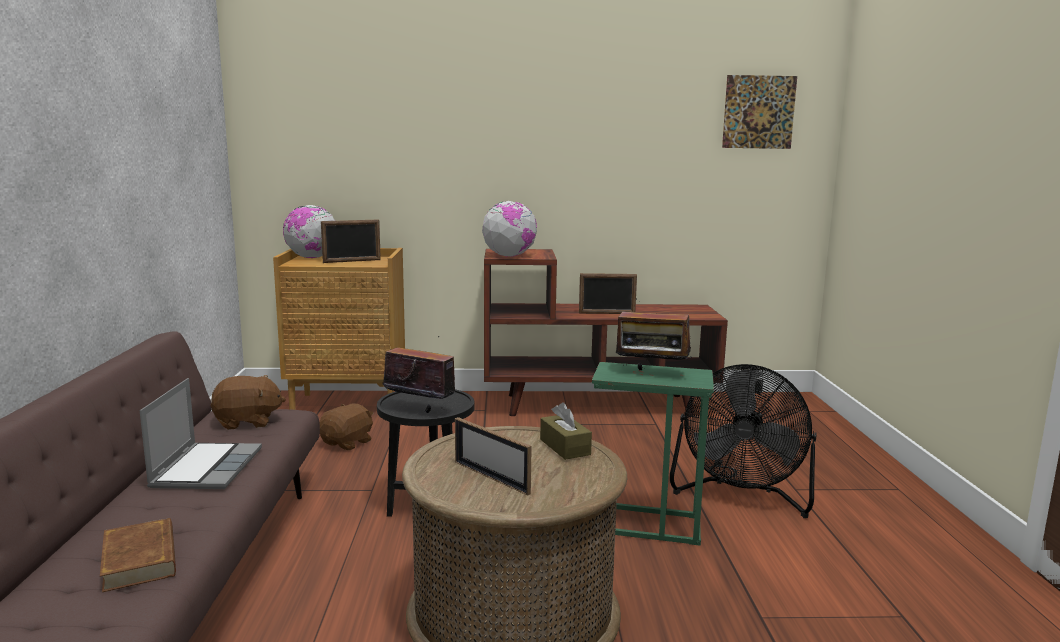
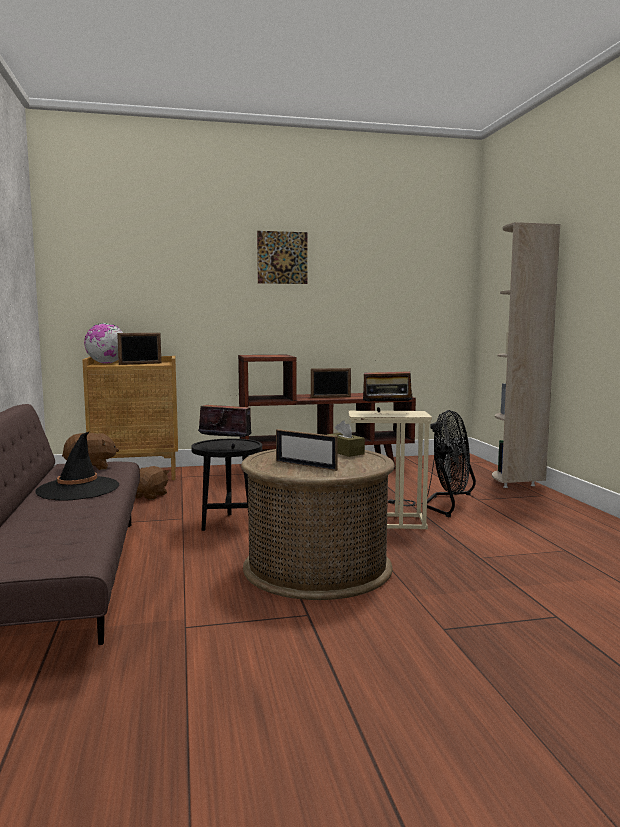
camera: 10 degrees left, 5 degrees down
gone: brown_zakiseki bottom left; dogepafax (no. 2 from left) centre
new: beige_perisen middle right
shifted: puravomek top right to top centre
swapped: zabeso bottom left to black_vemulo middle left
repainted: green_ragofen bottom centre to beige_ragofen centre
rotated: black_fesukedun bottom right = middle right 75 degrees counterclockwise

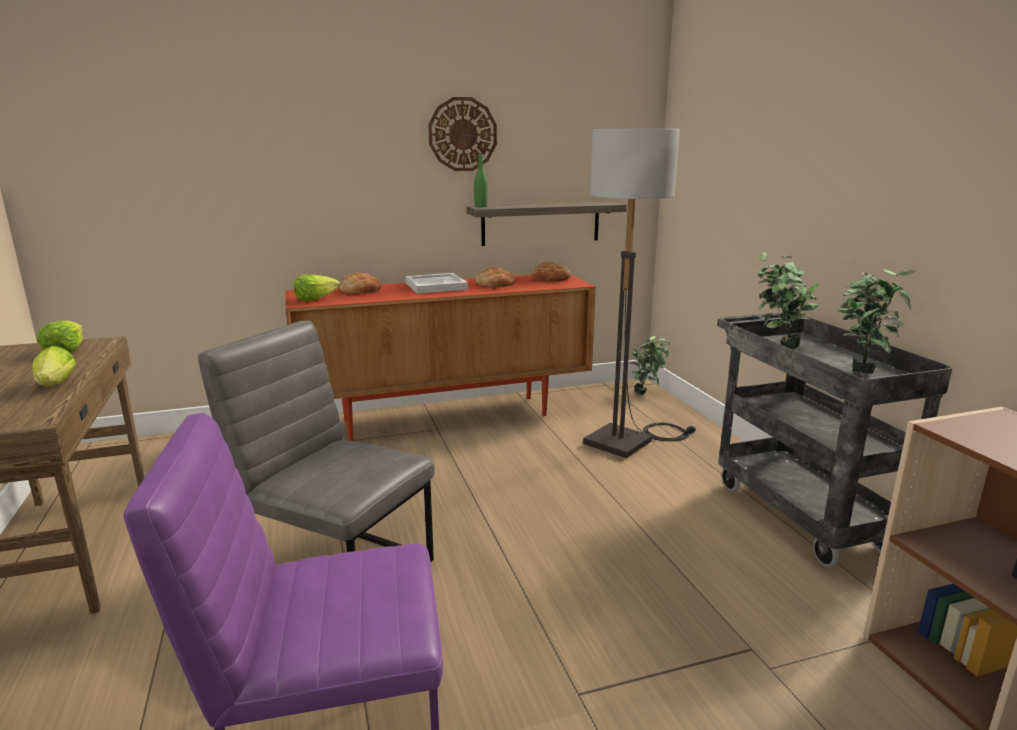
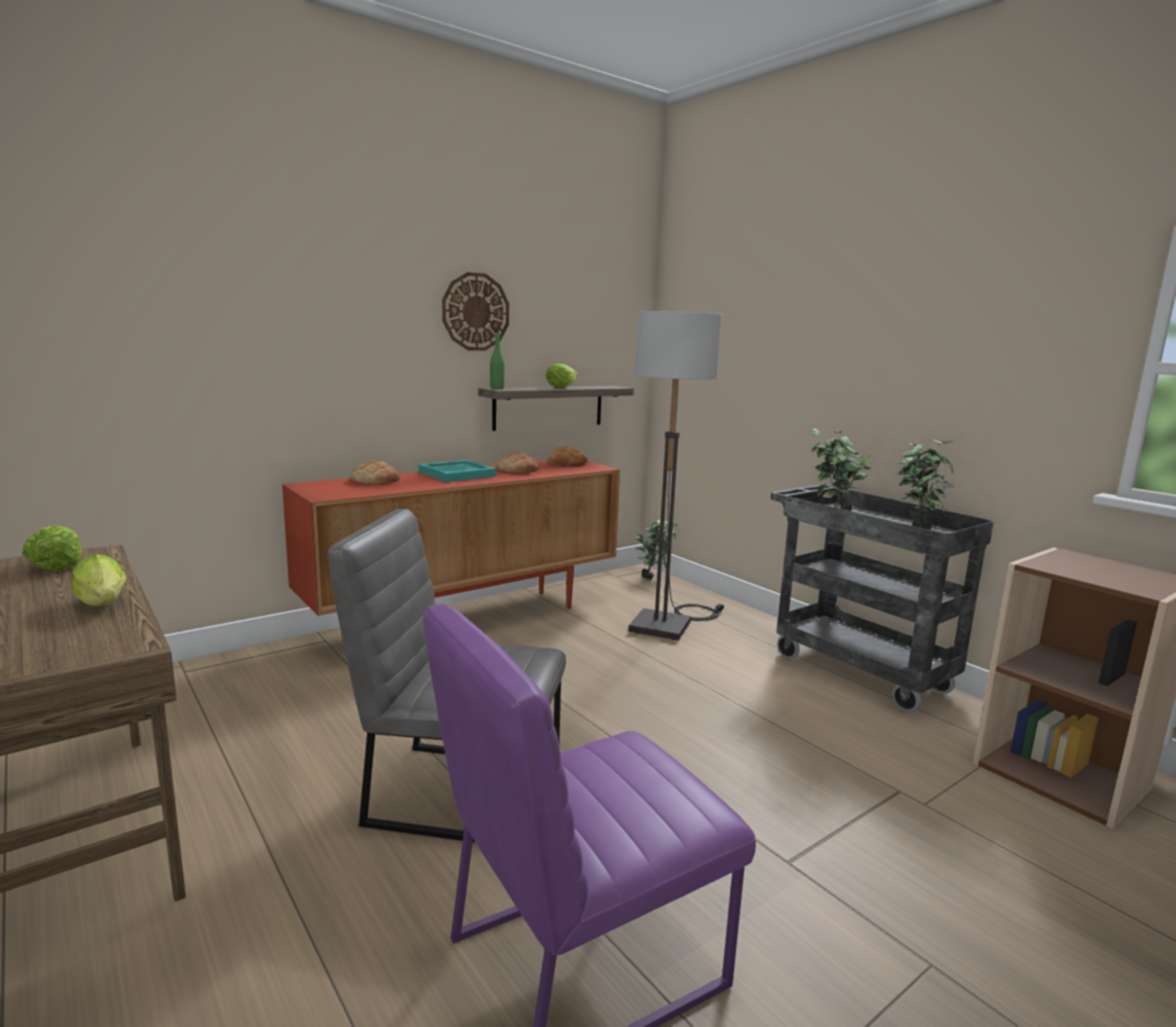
camera: 20 degrees left, 5 degrees down
shifted: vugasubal (no. 3 from left) middle left to centre
repainted: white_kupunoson centre to turquoise_kupunoson centre

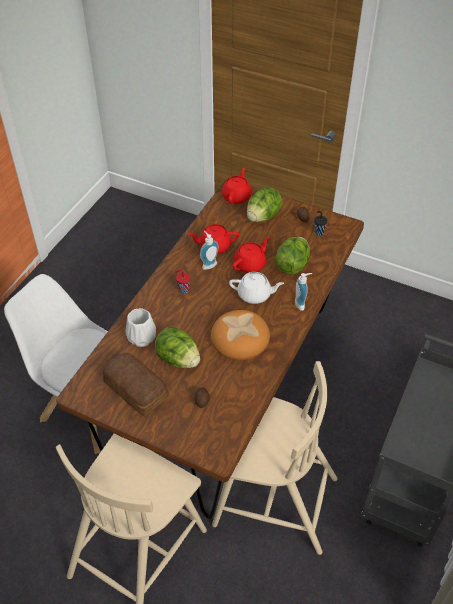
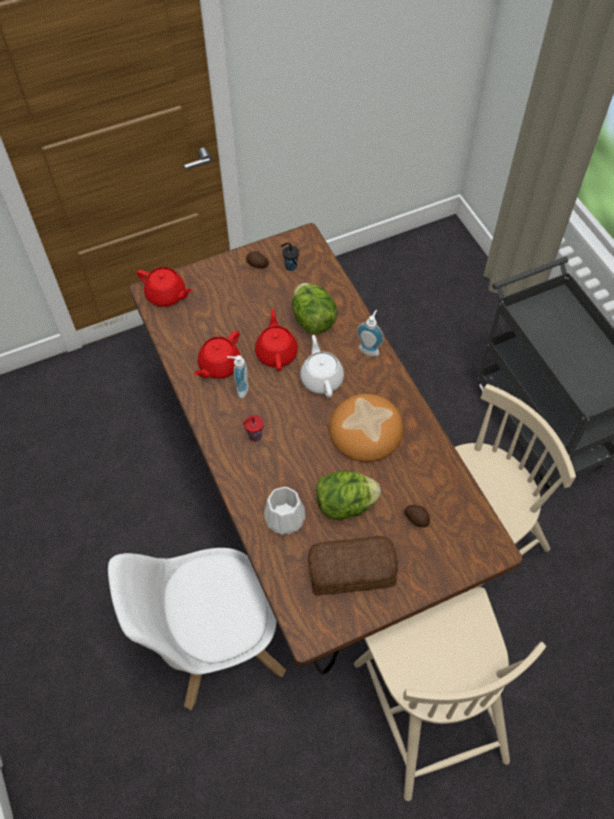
camera: 50 degrees left, 10 degrees up
gone: vugasubal (no. 2 from left) centre
rotated: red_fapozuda (no. 2 from left in the first image) top centre = middle left 150 degrees clockwise; white_fapozuda centre = centre 60 degrees counterclockwise

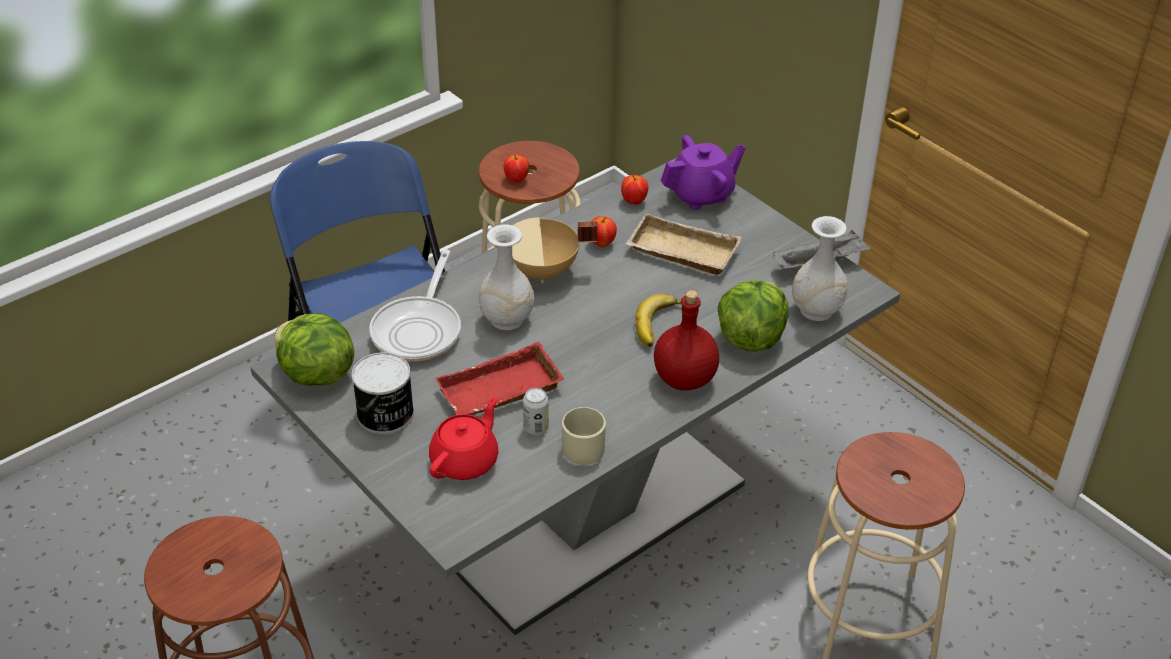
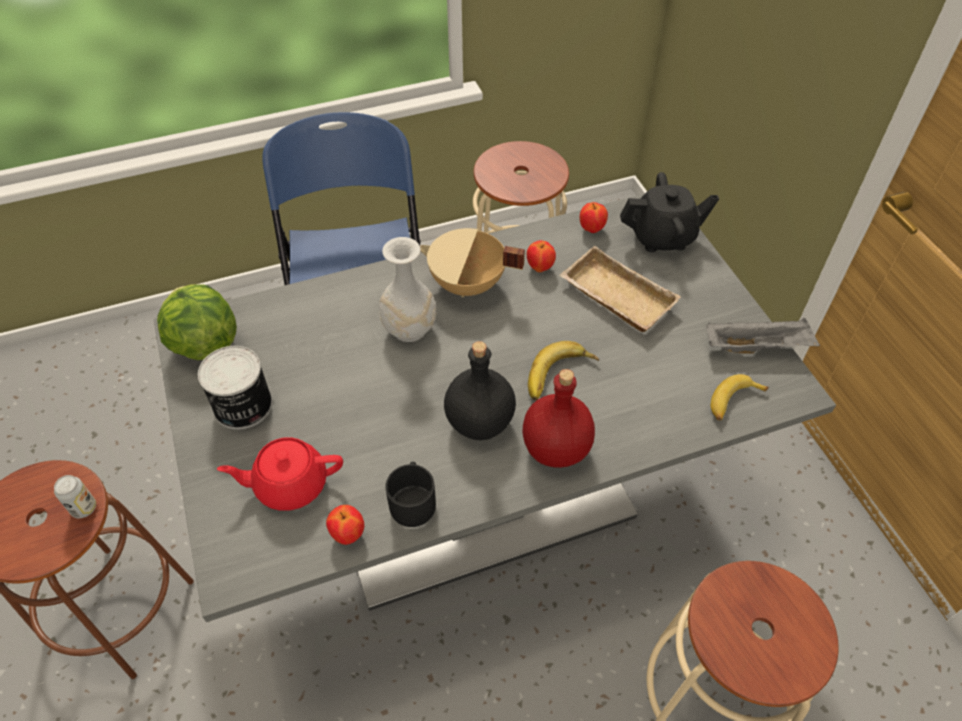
camera: 20 degrees right, 10 degrees up
gone: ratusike centre; red_kupunoson centre; vugasubal (no. 2 from left) centre
new: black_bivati centre
shifted: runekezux (no. 1 from left) top centre to bottom centre; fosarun (no. 2 from left in the first image) centre to fosarun (no. 1 from left) bottom left
swapped: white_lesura (no. 2 from left) middle right to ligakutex (no. 2 from left) middle right
repainted: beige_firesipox centre to black_firesipox bottom centre; purple_fapozuda top centre to black_fapozuda top right
rotated: red_fapozuda centre = middle left 150 degrees counterclockwise

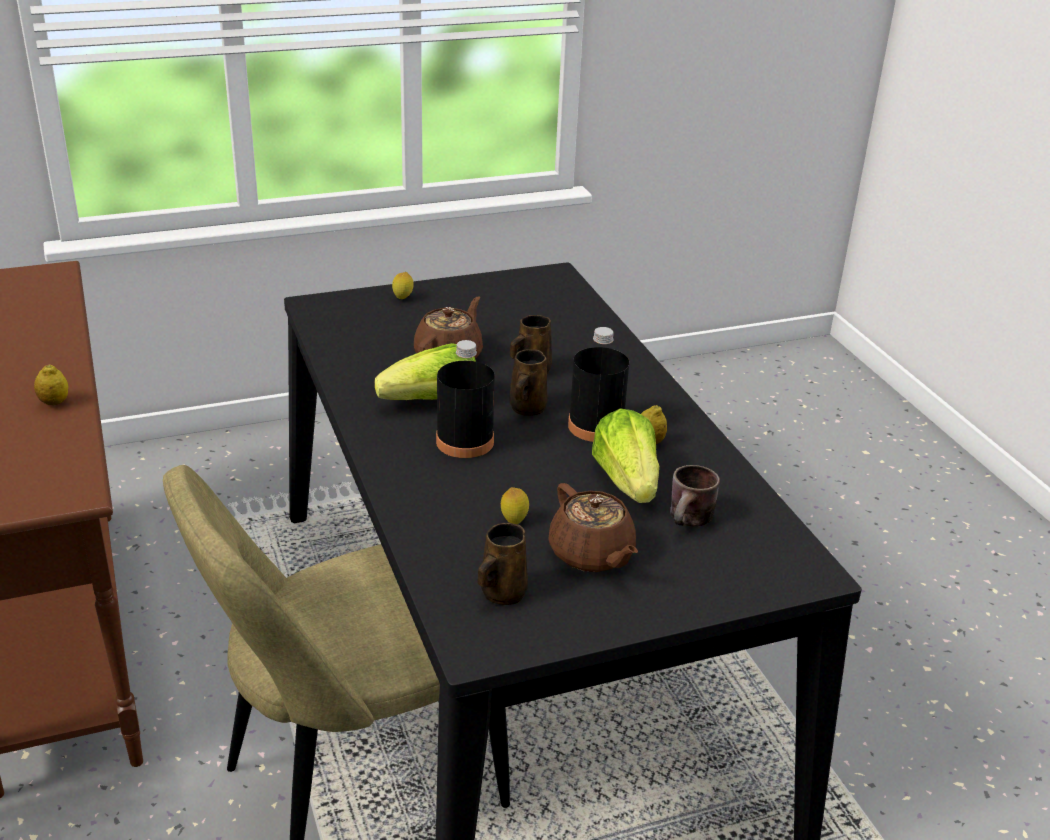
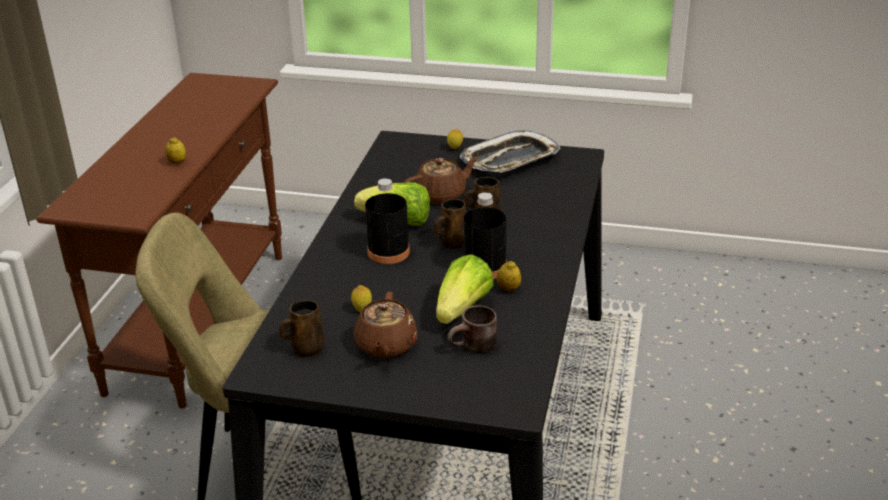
camera: 35 degrees right, 0 degrees up
new: kupunoson top centre

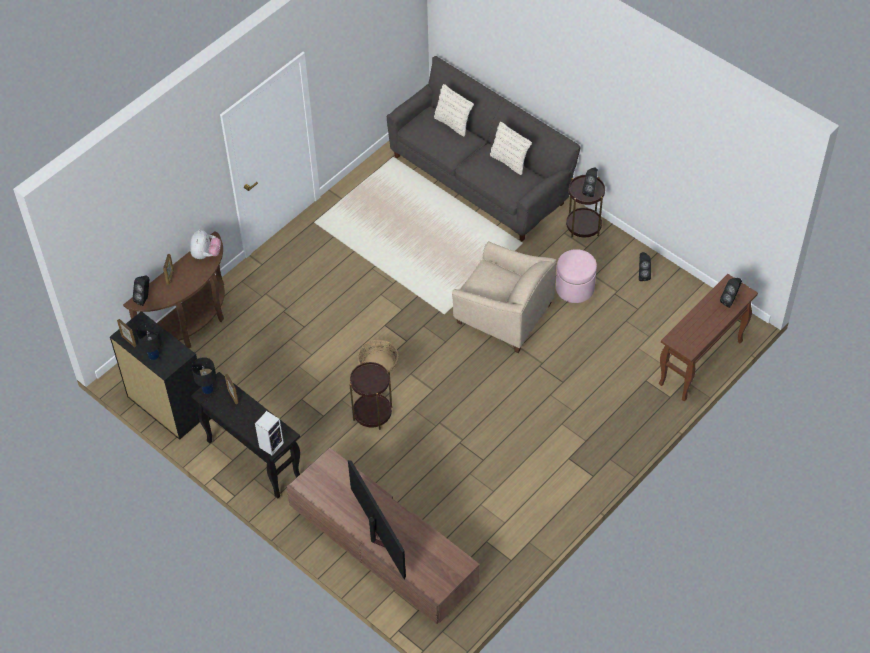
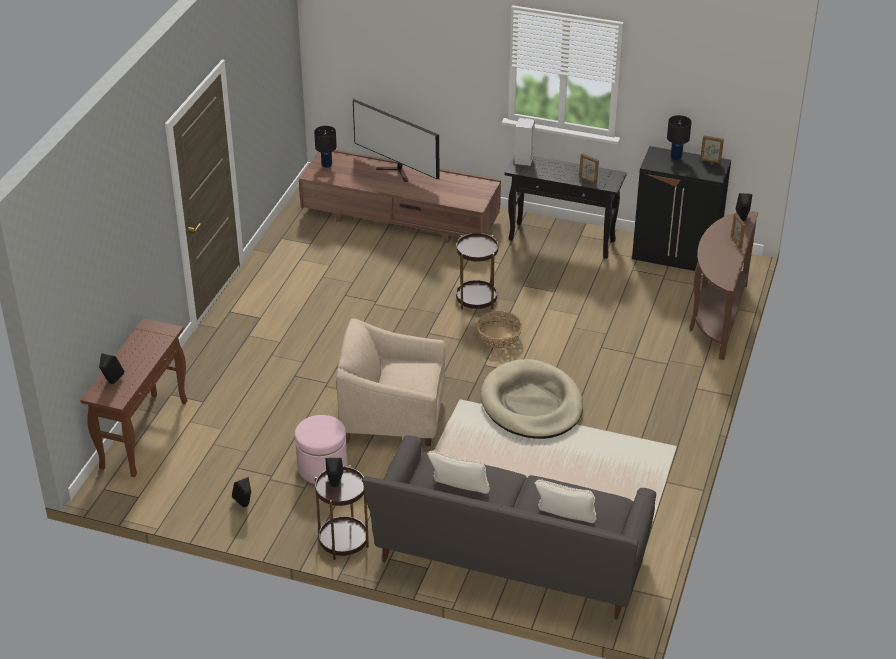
camera: 155 degrees right, 15 degrees down
gone: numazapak middle left
new: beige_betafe centre
shifted: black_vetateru (no. 2 from left in the first image) middle left to black_vetateru (no. 1 from left) top centre

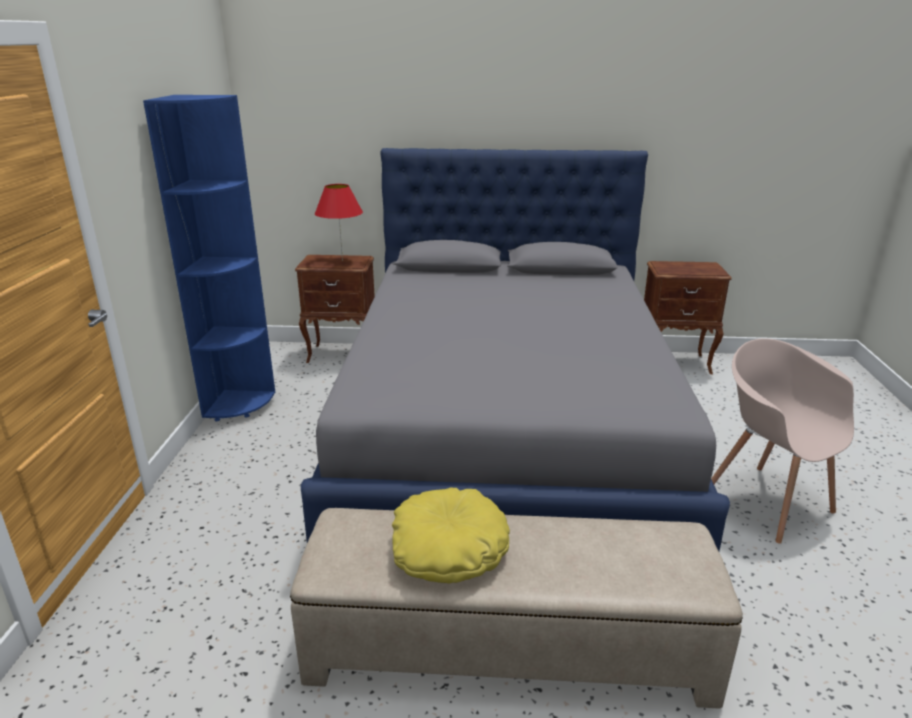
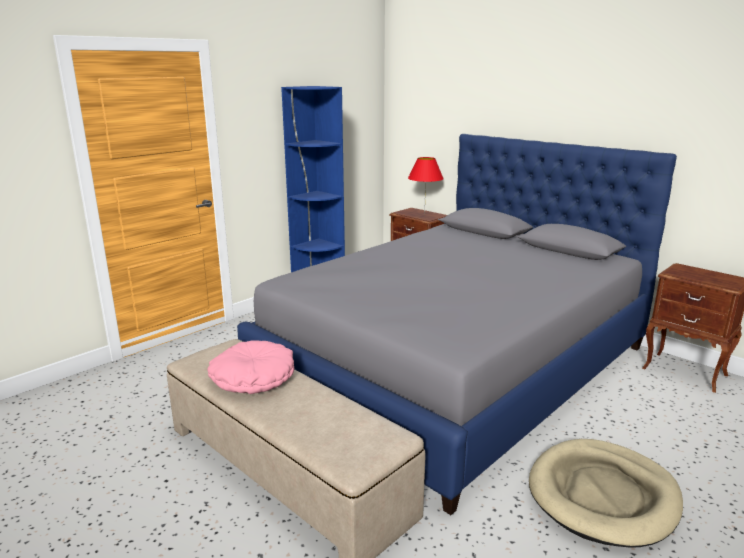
camera: 40 degrees right, 5 degrees down
swapped: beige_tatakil middle right to beige_betafe bottom right
repainted: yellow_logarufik bottom centre to pink_logarufik centre

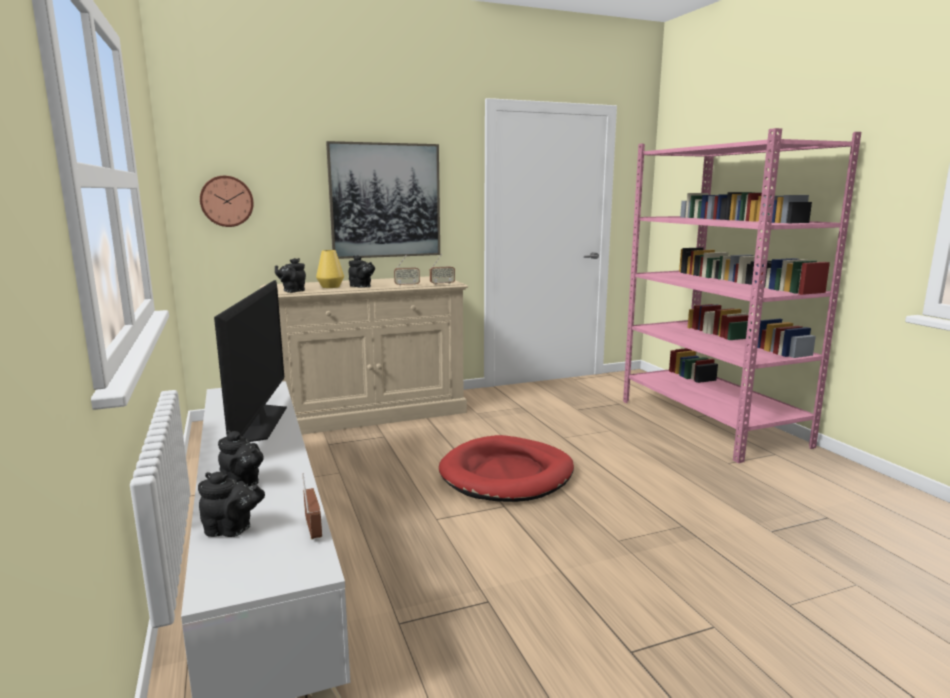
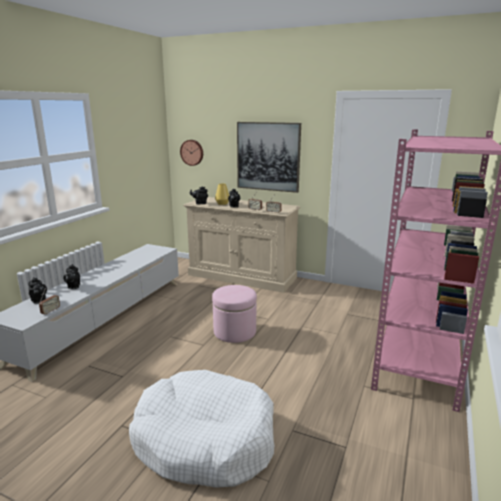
camera: 45 degrees right, 5 degrees up
gone: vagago middle left
new: white_betafe bottom centre
swapped: red_betafe bottom centre to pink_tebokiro centre

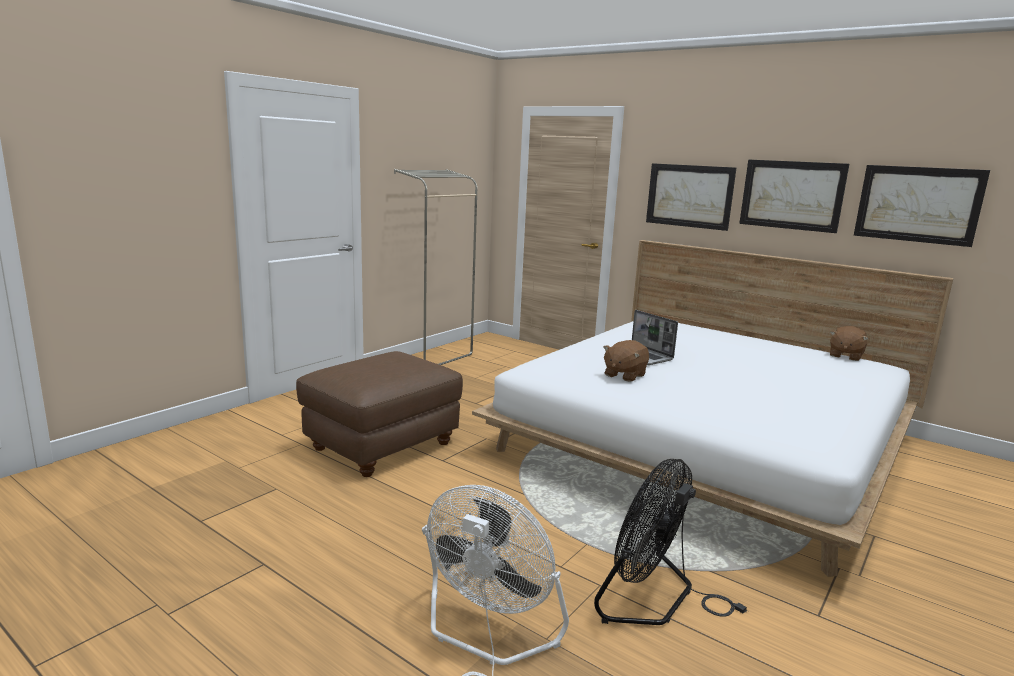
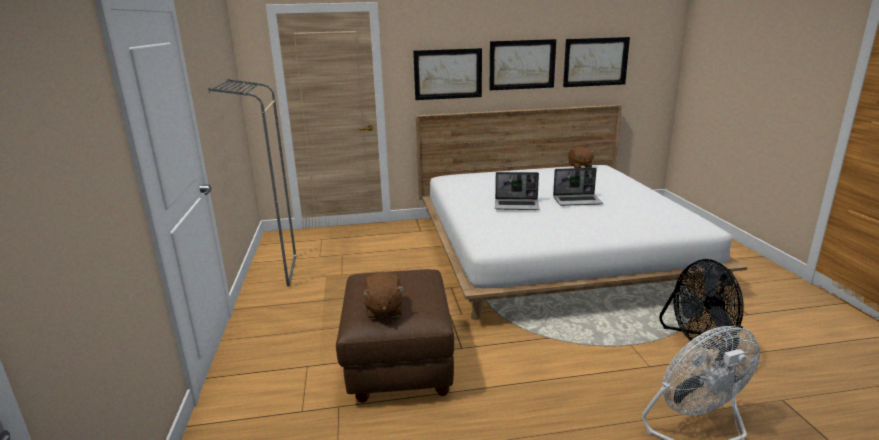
camera: 45 degrees left, 5 degrees up
new: zabeso (no. 2 from left) centre
shifted: brown_numazapak (no. 1 from left) centre to bottom centre

